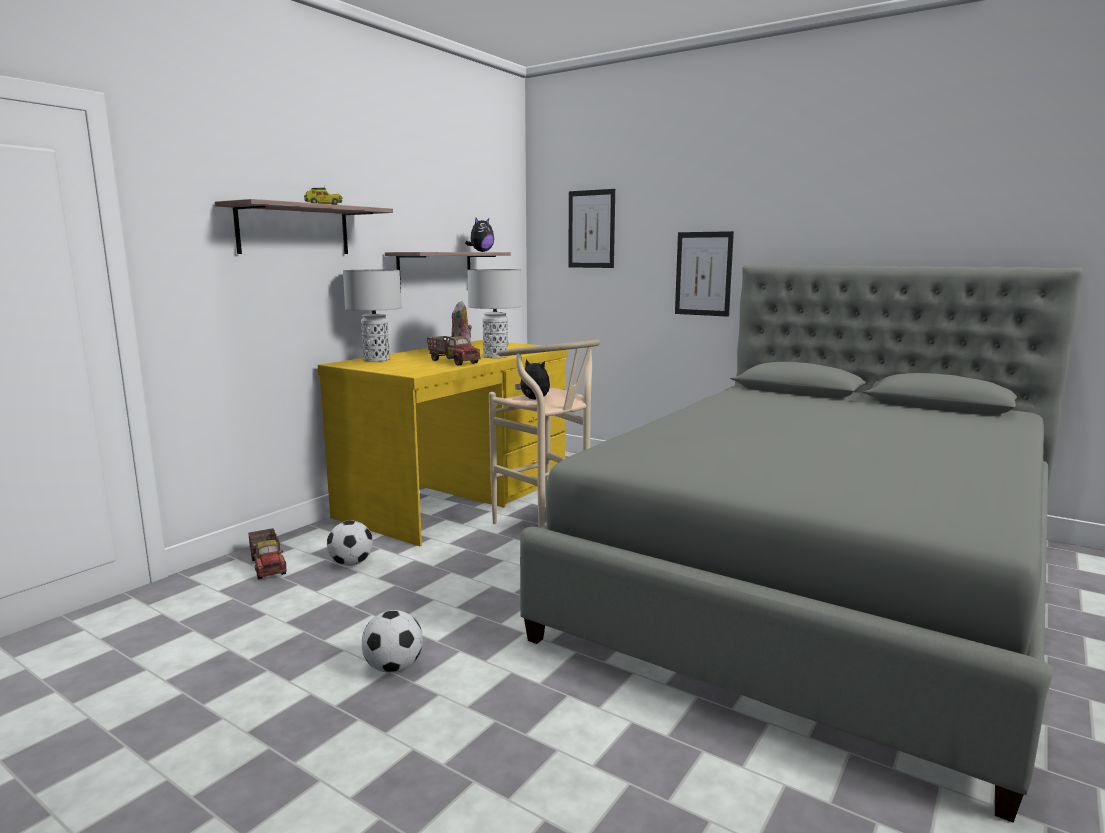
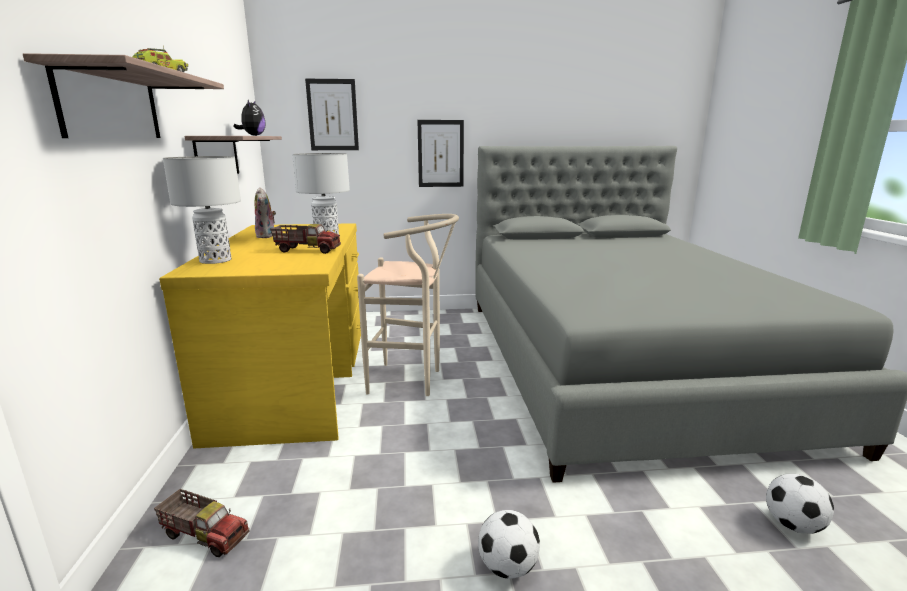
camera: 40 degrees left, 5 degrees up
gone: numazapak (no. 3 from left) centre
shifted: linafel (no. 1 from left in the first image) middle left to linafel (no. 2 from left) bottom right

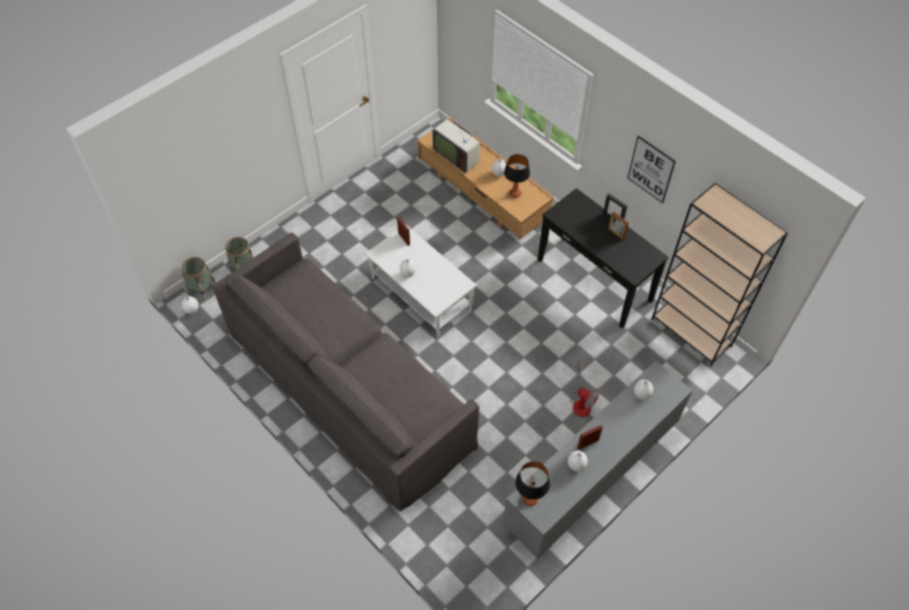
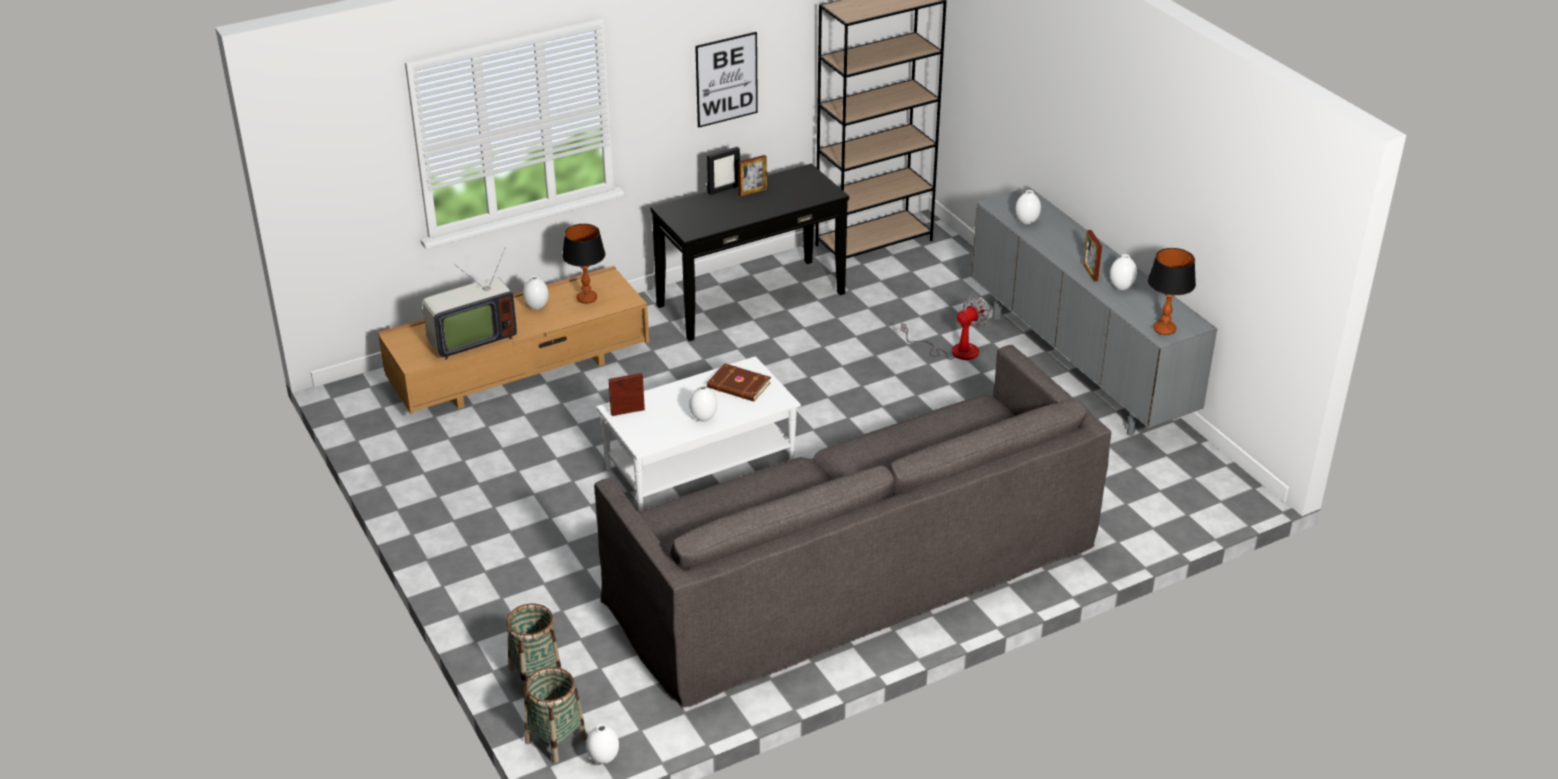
camera: 75 degrees left, 20 degrees down
new: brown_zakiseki centre

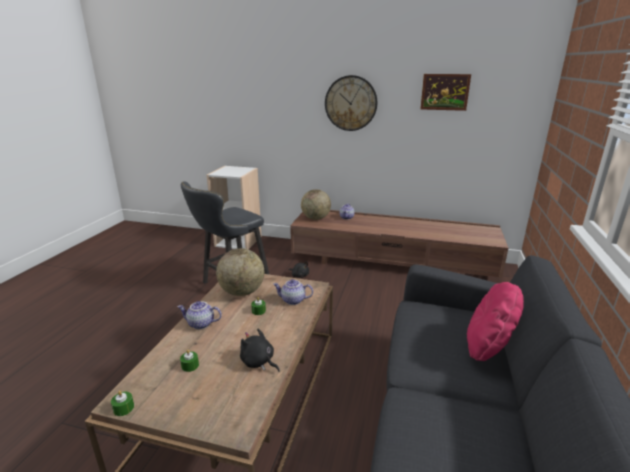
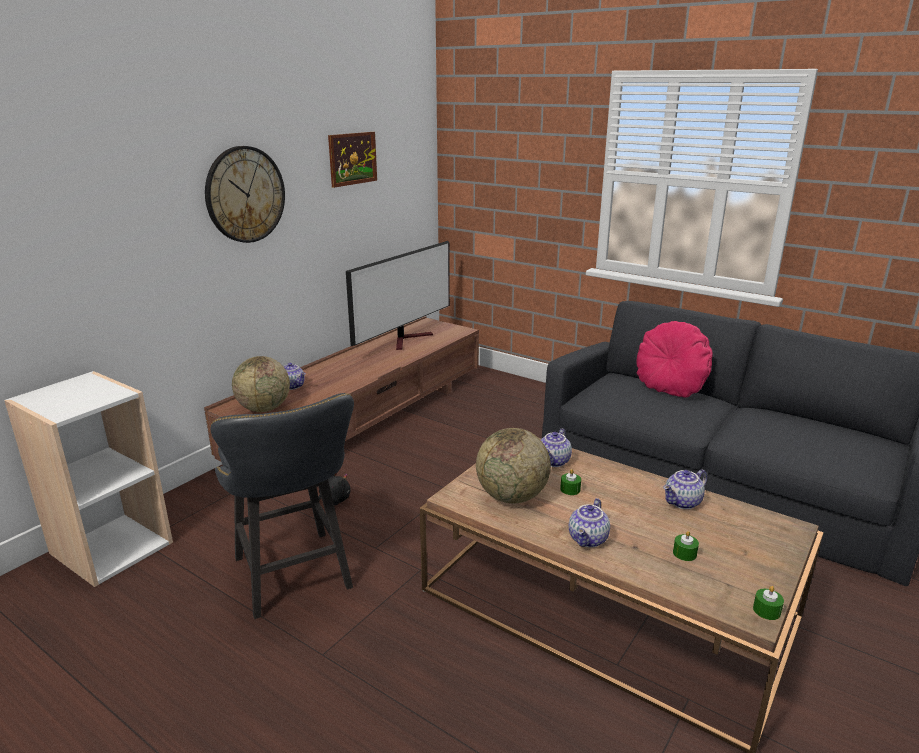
camera: 70 degrees left, 0 degrees up
new: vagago centre
swapped: black_numazapak (no. 1 from left) bottom centre to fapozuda (no. 4 from left) middle right

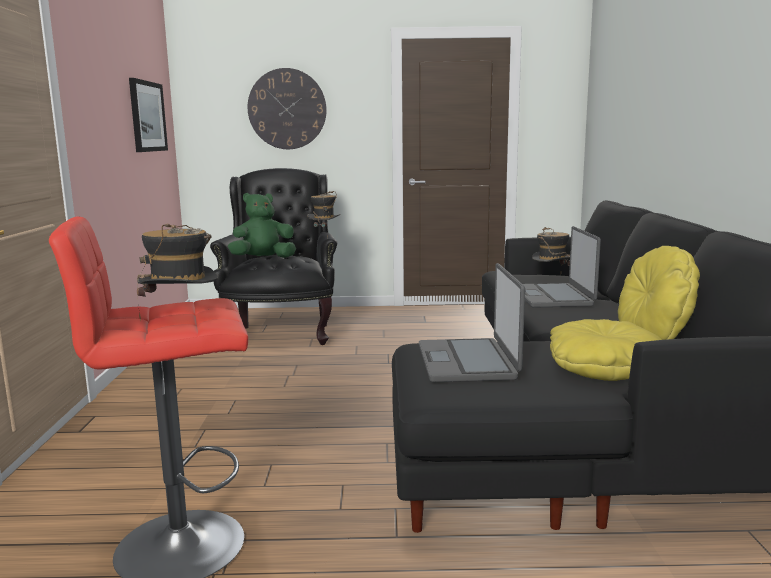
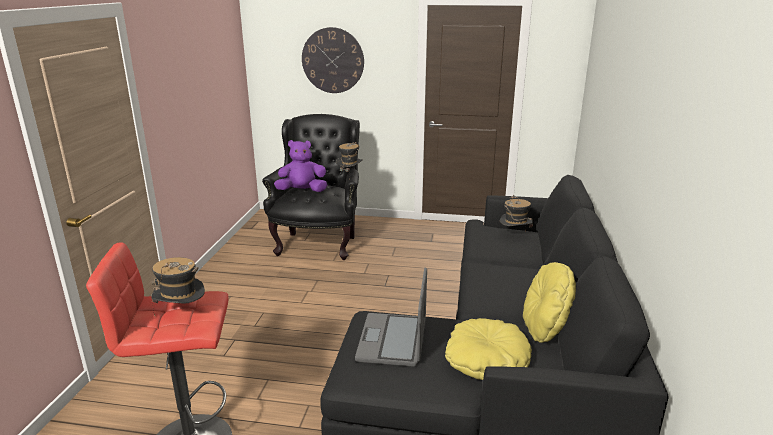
camera: 10 degrees right, 10 degrees up
gone: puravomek top left; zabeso (no. 2 from left) middle right
repainted: green_numazapak centre to purple_numazapak centre

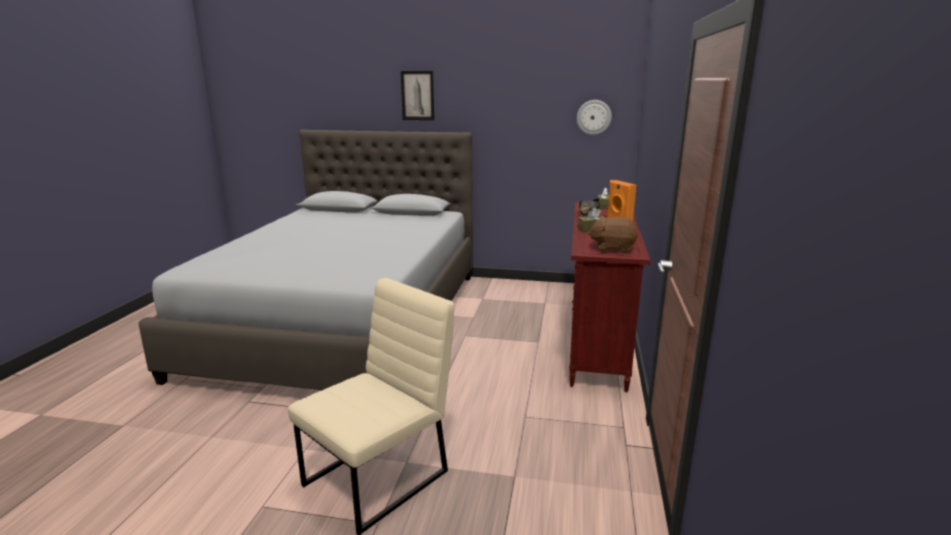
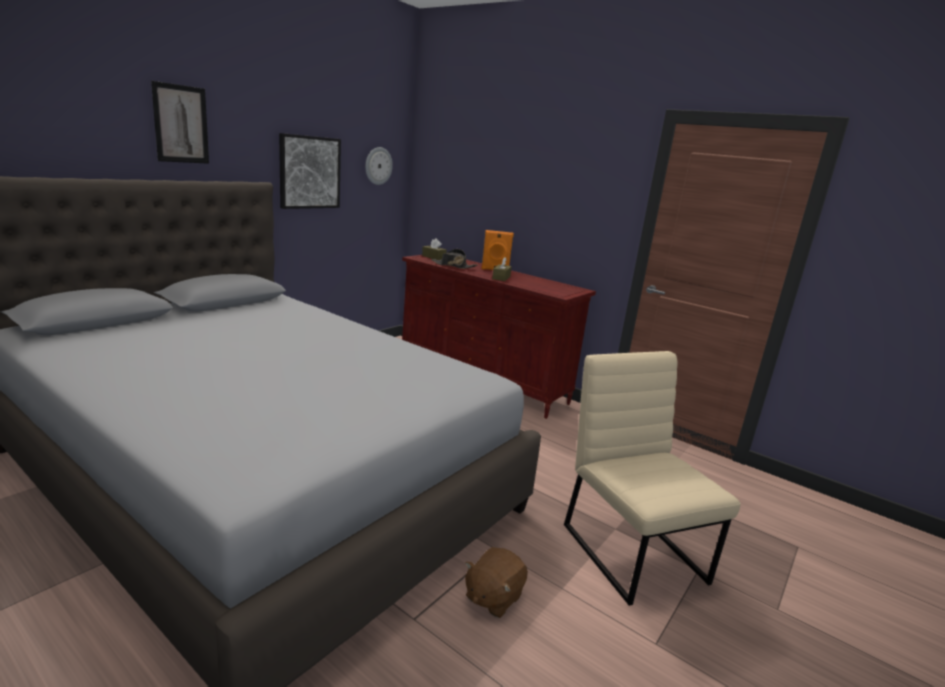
camera: 65 degrees left, 0 degrees up
new: puravomek (no. 2 from left) top left
shifted: brown_numazapak centre to bottom centre

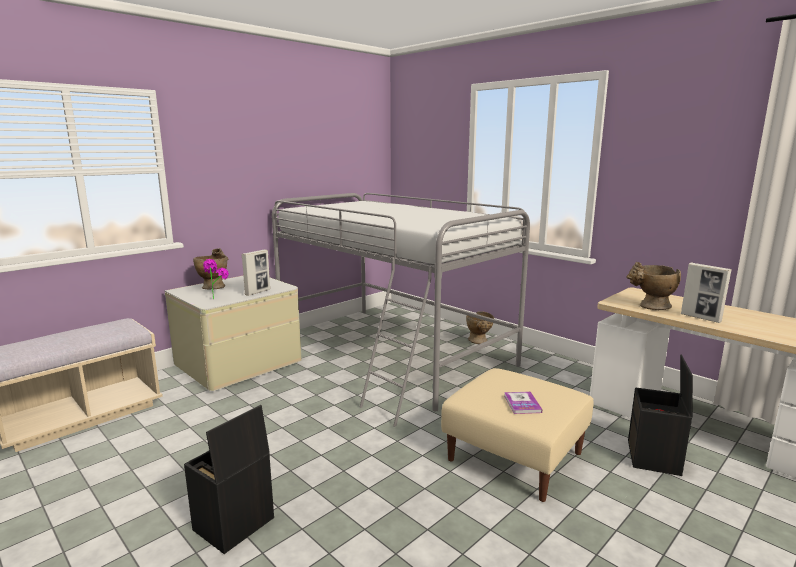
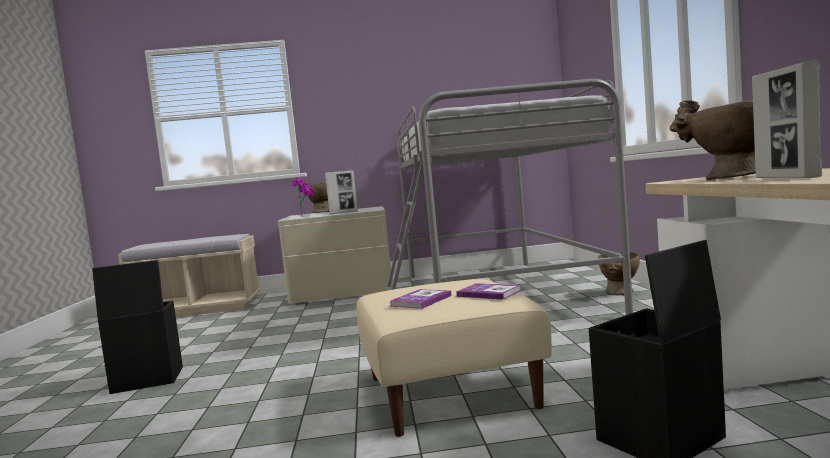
camera: 40 degrees right, 10 degrees down
new: zakiseki (no. 2 from left) centre

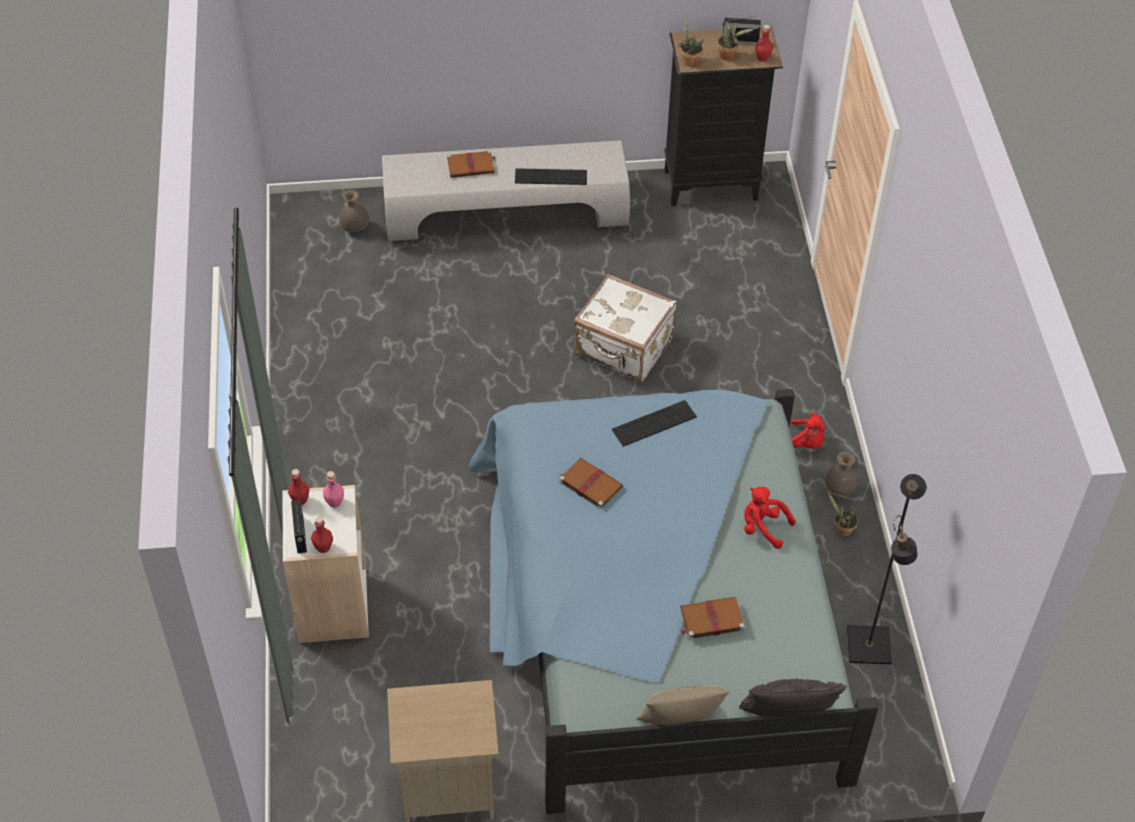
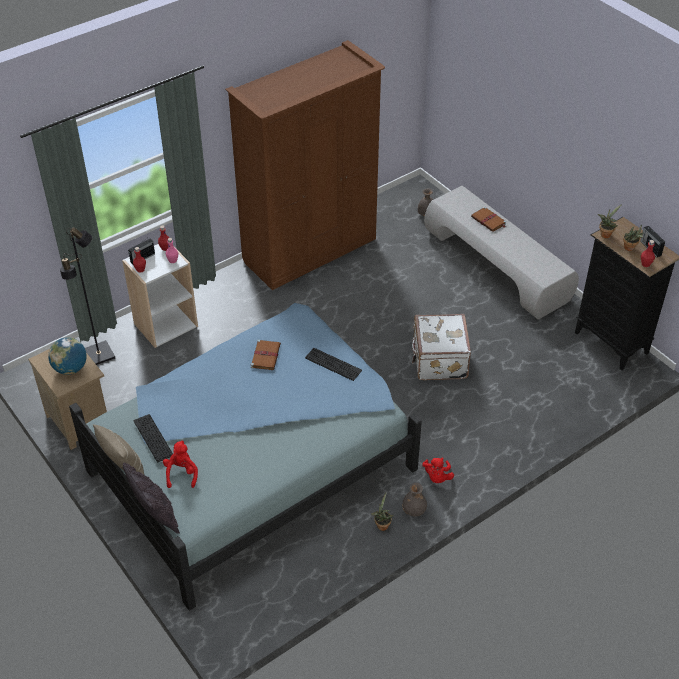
camera: 60 degrees right, 5 degrees down
gone: brown_zakiseki (no. 3 from left) bottom centre
new: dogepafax middle left; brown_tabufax top centre
shifted: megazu (no. 1 from left) top centre to middle left; red_numazapak (no. 1 from left) middle right to bottom left; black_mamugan bottom right to middle left

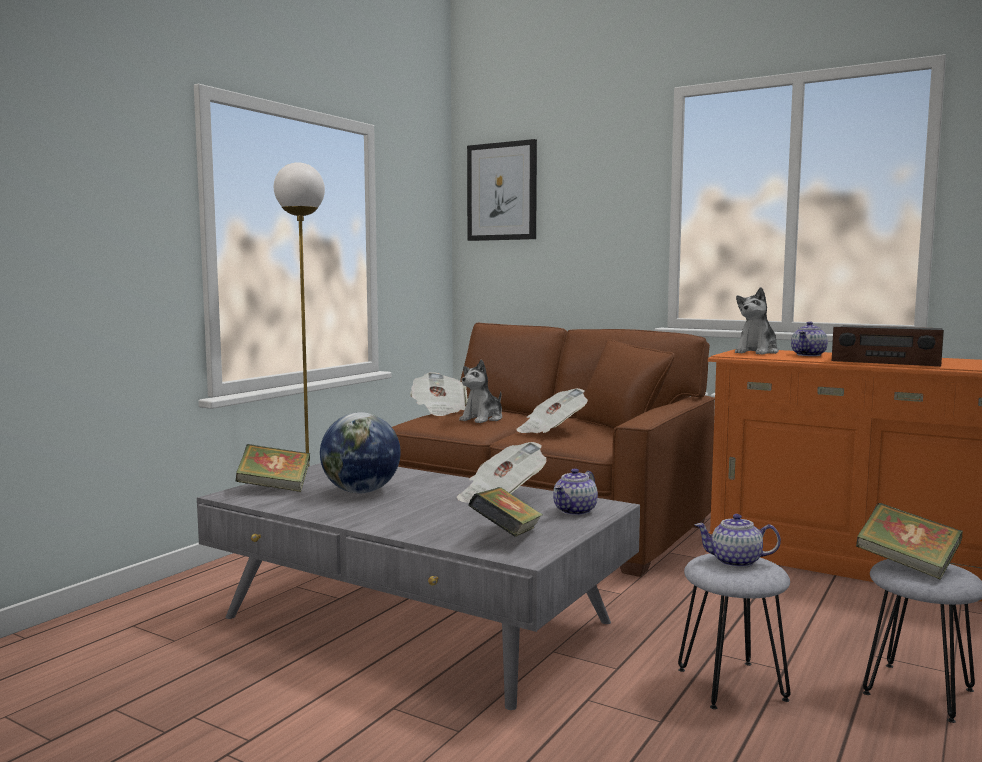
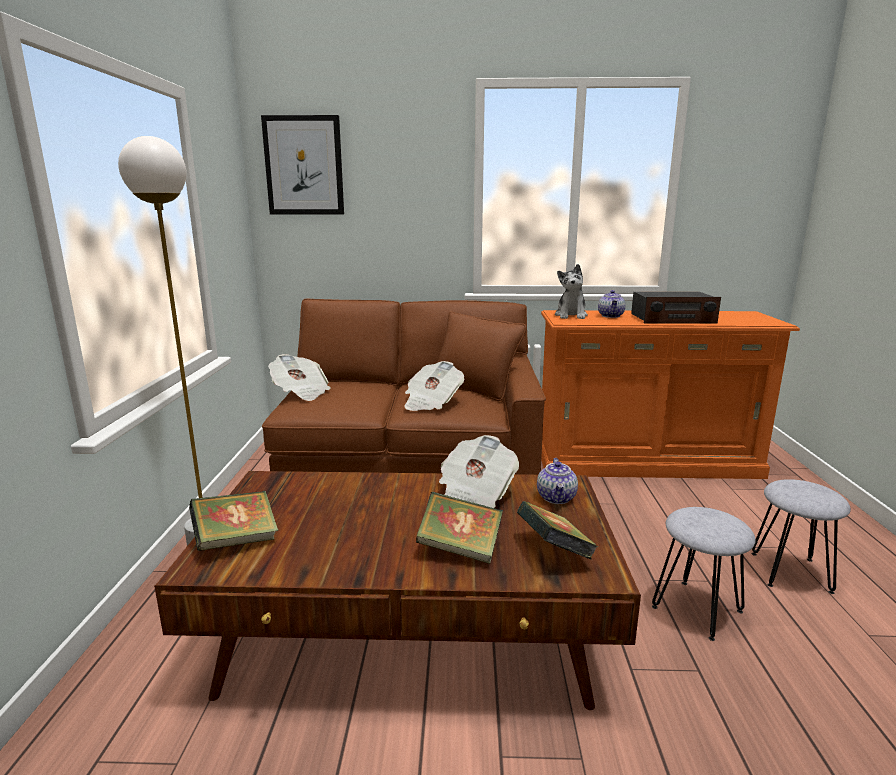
camera: 30 degrees left, 10 degrees up
gone: dogepafax centre; numazapak (no. 1 from left) centre; fapozuda (no. 2 from left) bottom right
shifted: zakiseki (no. 3 from left in the first image) bottom right to zakiseki (no. 2 from left) bottom centre
repainted: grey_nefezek bottom centre to brown_nefezek bottom centre

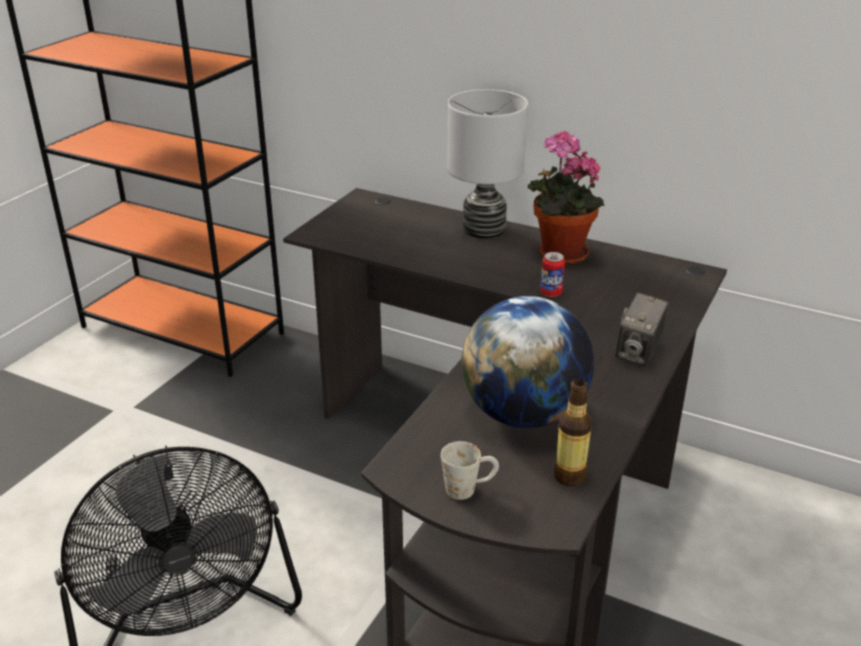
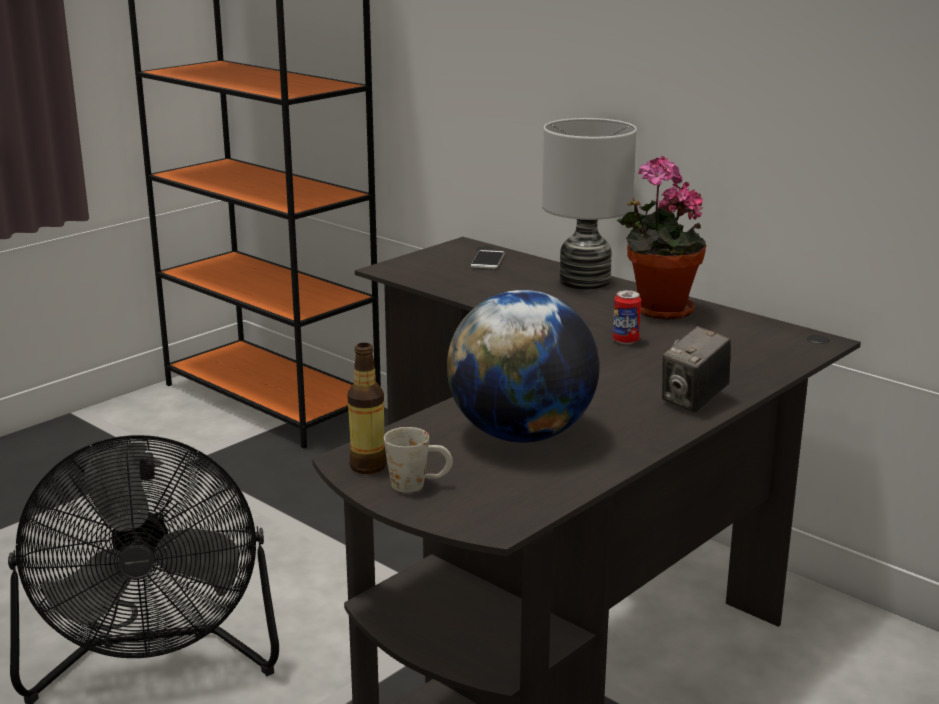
camera: 15 degrees right, 10 degrees down
new: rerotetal centre
shifted: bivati bottom centre to centre

